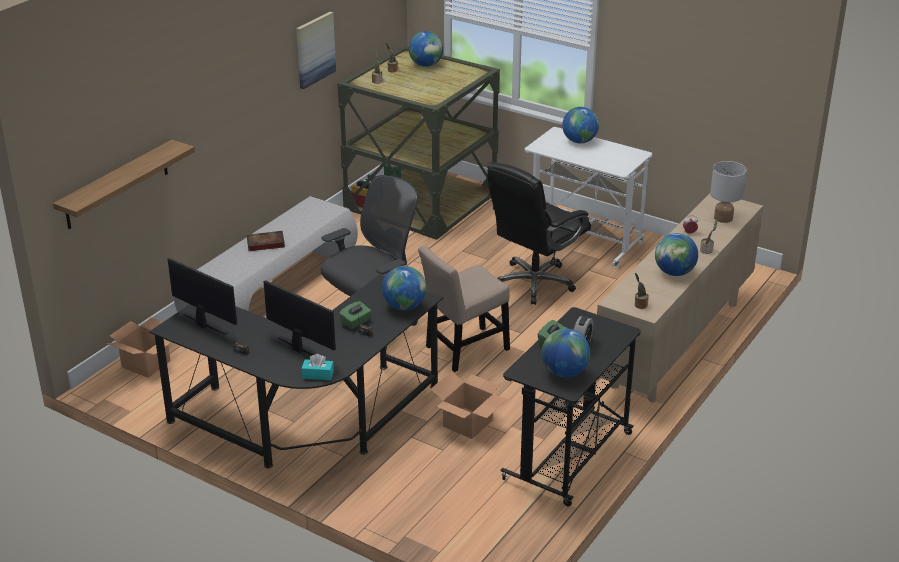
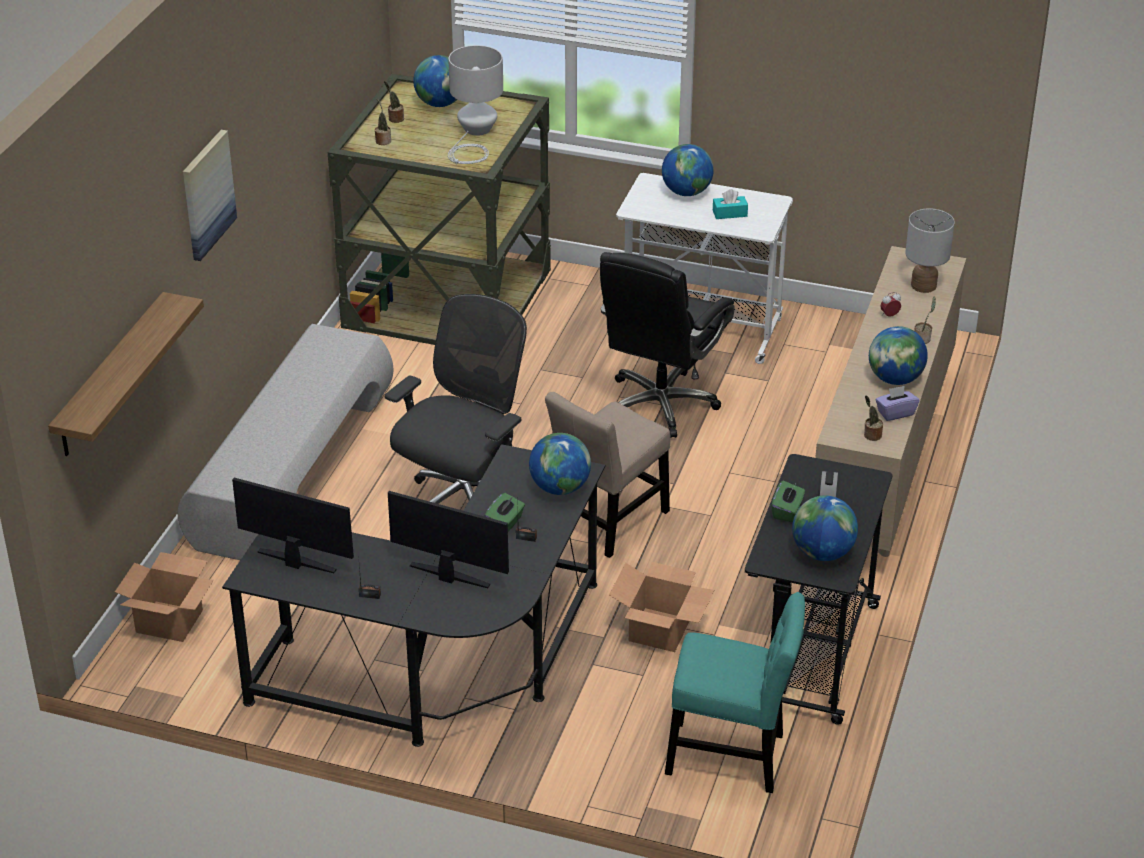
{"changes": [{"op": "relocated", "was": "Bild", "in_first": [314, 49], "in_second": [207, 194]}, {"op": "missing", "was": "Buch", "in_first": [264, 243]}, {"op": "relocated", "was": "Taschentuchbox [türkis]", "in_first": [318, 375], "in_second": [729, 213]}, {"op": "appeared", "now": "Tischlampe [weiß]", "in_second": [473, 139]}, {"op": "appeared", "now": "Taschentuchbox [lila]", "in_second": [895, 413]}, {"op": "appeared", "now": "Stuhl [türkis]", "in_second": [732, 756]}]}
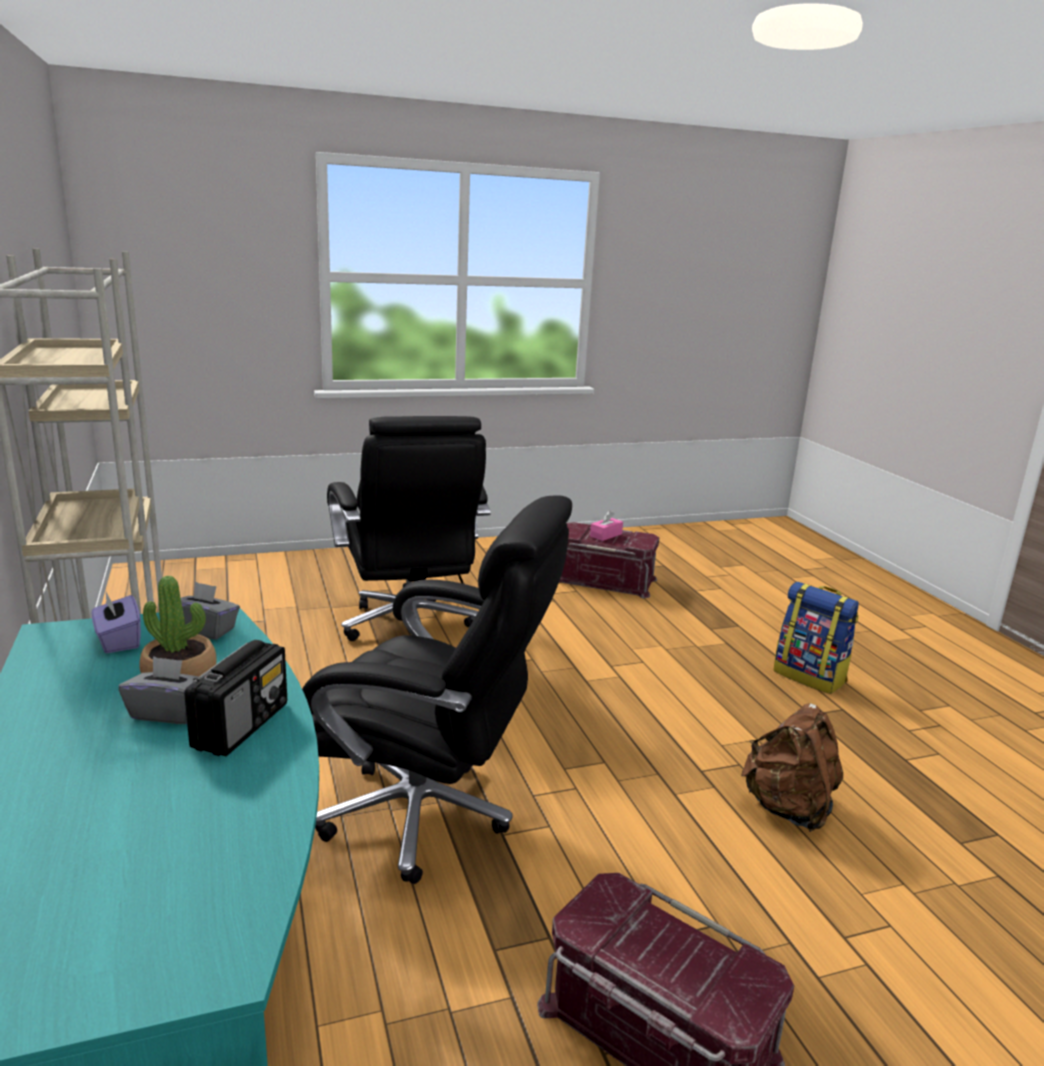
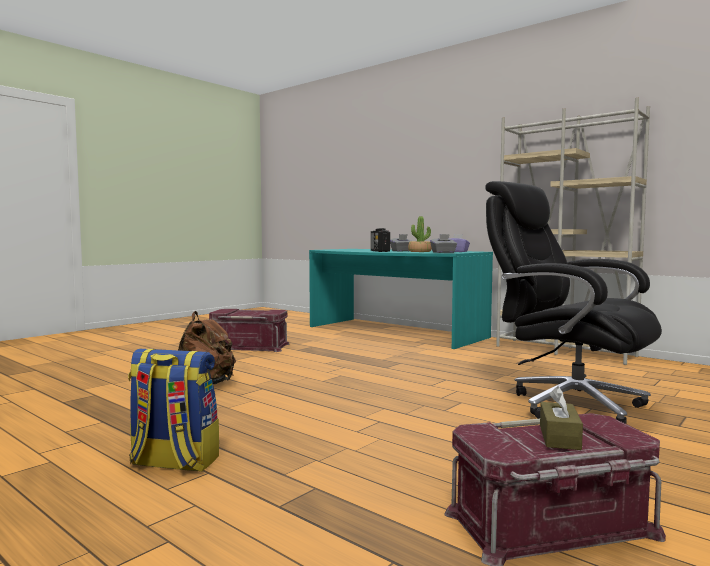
{"changes": [{"op": "missing", "was": "Bürostuhl [schwarz]", "in_first": [428, 818]}, {"op": "colour", "was": "Taschentuchbox [rosa]", "now": "Taschentuchbox [braun]", "in_first": [606, 535], "in_second": [559, 437]}]}
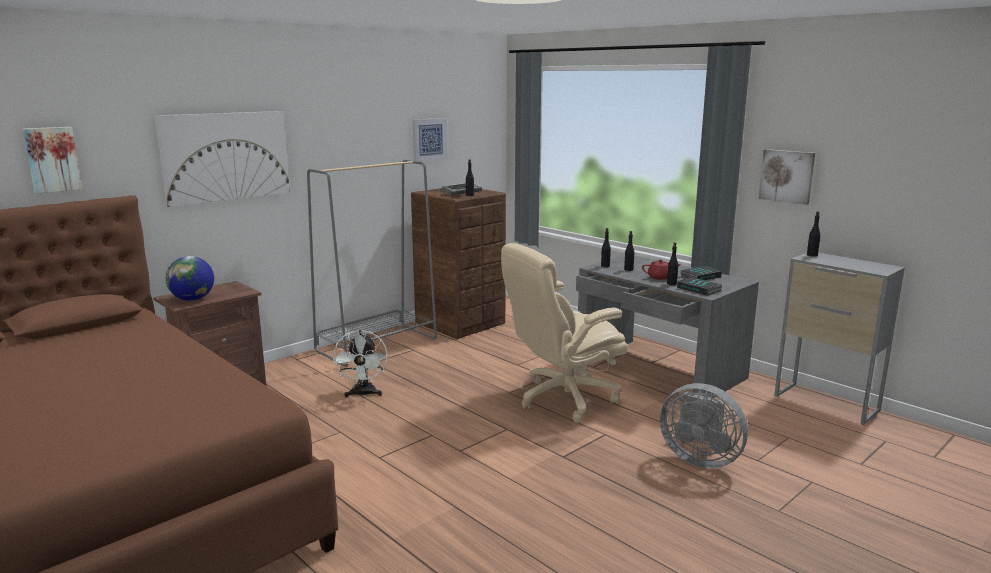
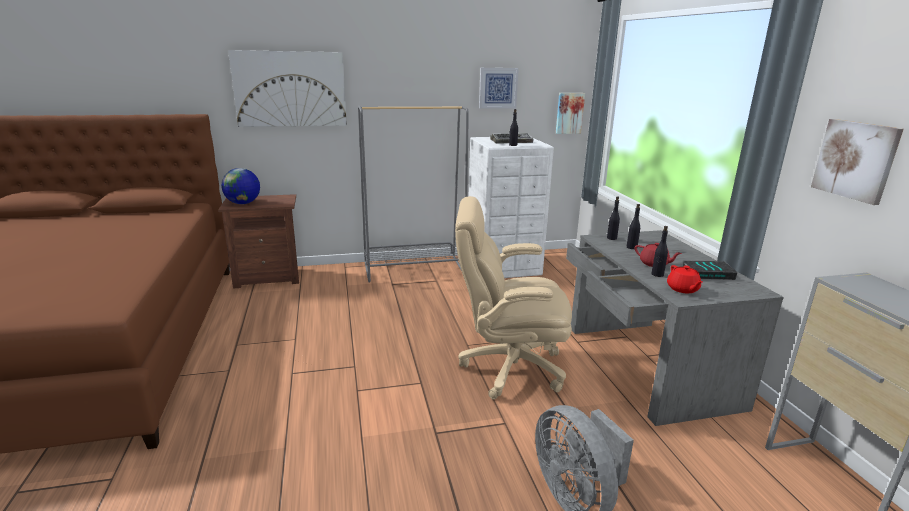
{"changes": [{"op": "relocated", "was": "Bild", "in_first": [52, 159], "in_second": [569, 113]}, {"op": "colour", "was": "Kommode [braun]", "now": "Kommode [weiß]", "in_first": [460, 323], "in_second": [503, 266]}, {"op": "missing", "was": "Flasche [schwarz]", "in_first": [812, 255]}, {"op": "exchanged", "was": "Buch", "now": "Teekanne [rot]", "in_first": [699, 289], "in_second": [682, 289]}, {"op": "missing", "was": "Ventilator [weiß]", "in_first": [363, 394]}]}
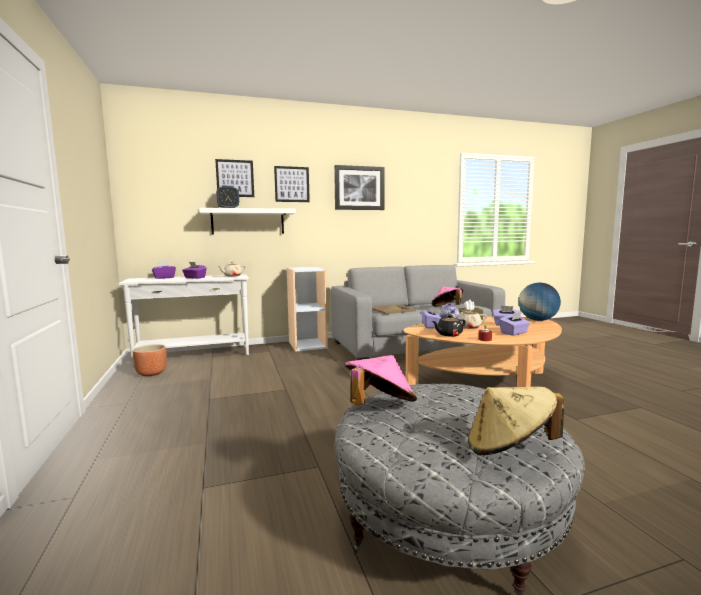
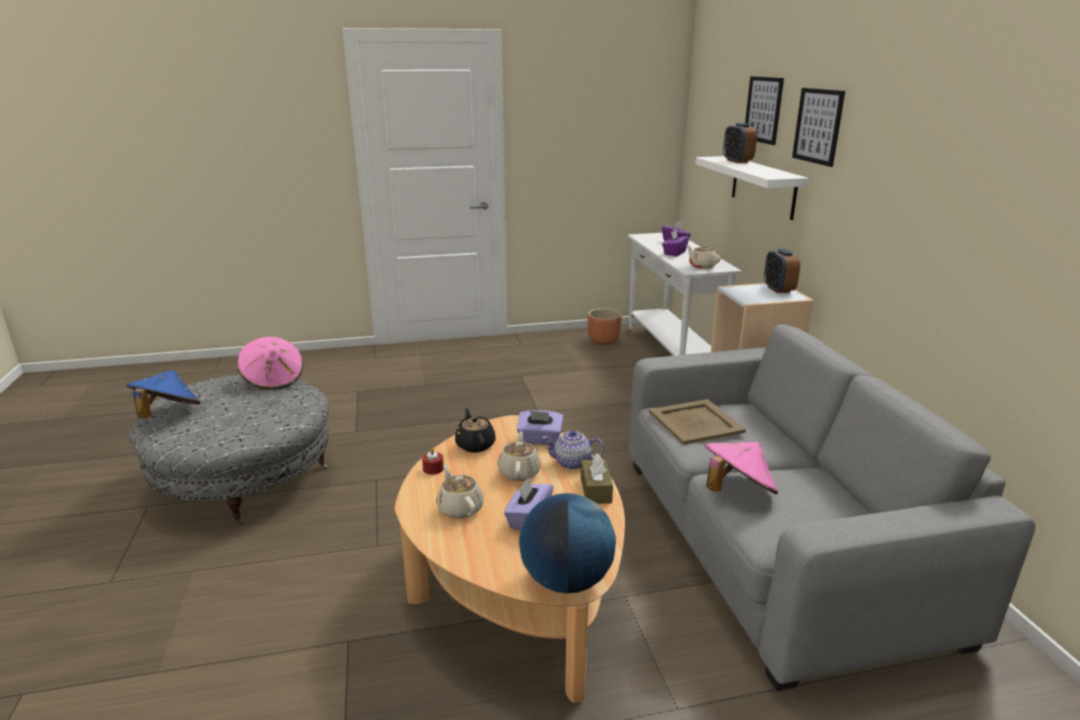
{"changes": [{"op": "missing", "was": "Bild", "in_first": [359, 188]}, {"op": "exchanged", "was": "Taschentuchbox [lila]", "now": "Teekanne [beige]", "in_first": [514, 333], "in_second": [460, 508]}, {"op": "colour", "was": "Hut [beige]", "now": "Hut [blau]", "in_first": [509, 448], "in_second": [168, 414]}, {"op": "appeared", "now": "Wecker", "in_second": [778, 289]}]}
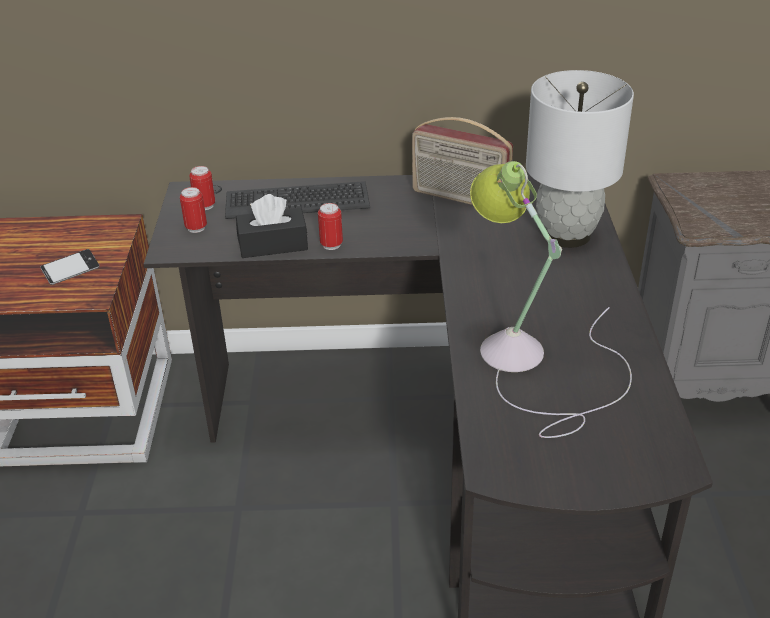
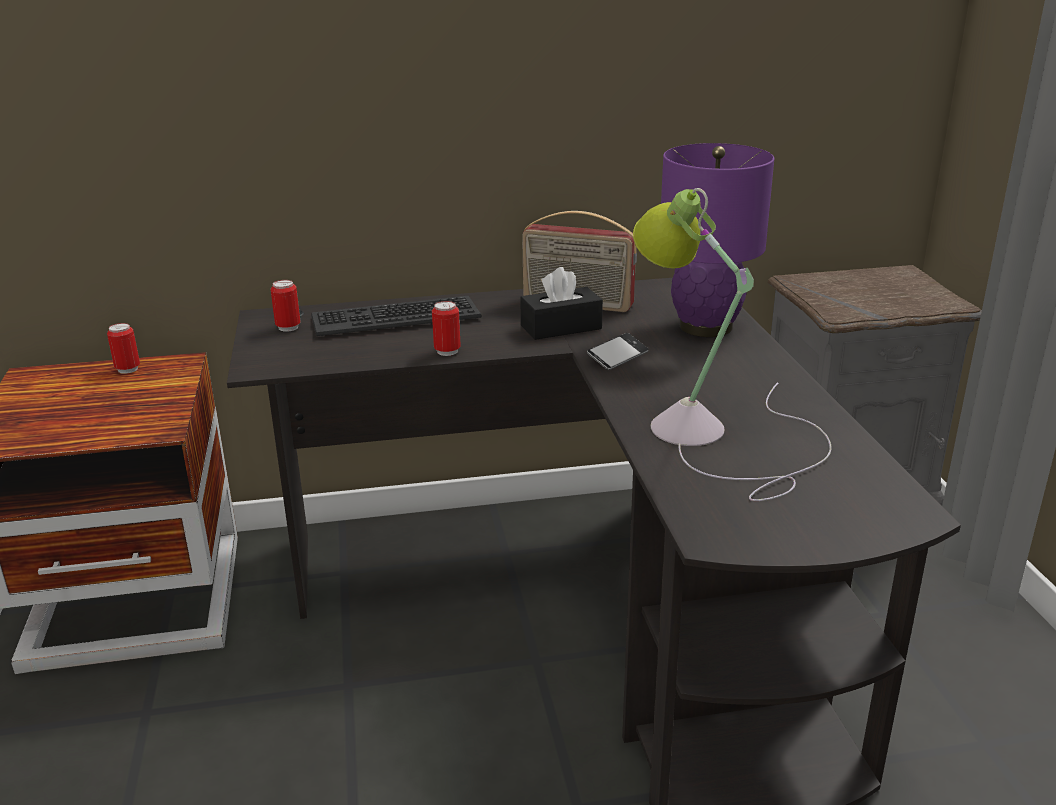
{"changes": [{"op": "colour", "was": "Tischlampe [weiß]", "now": "Tischlampe [lila]", "in_first": [566, 234], "in_second": [705, 327]}, {"op": "relocated", "was": "Dose", "in_first": [196, 228], "in_second": [128, 369]}, {"op": "relocated", "was": "Taschentuchbox [schwarz]", "in_first": [273, 245], "in_second": [561, 327]}, {"op": "relocated", "was": "Handy", "in_first": [71, 271], "in_second": [617, 357]}]}
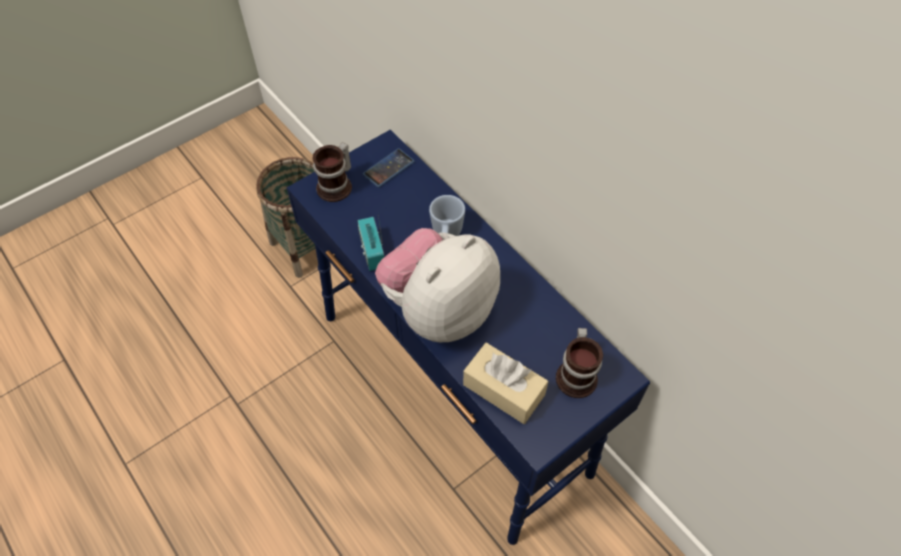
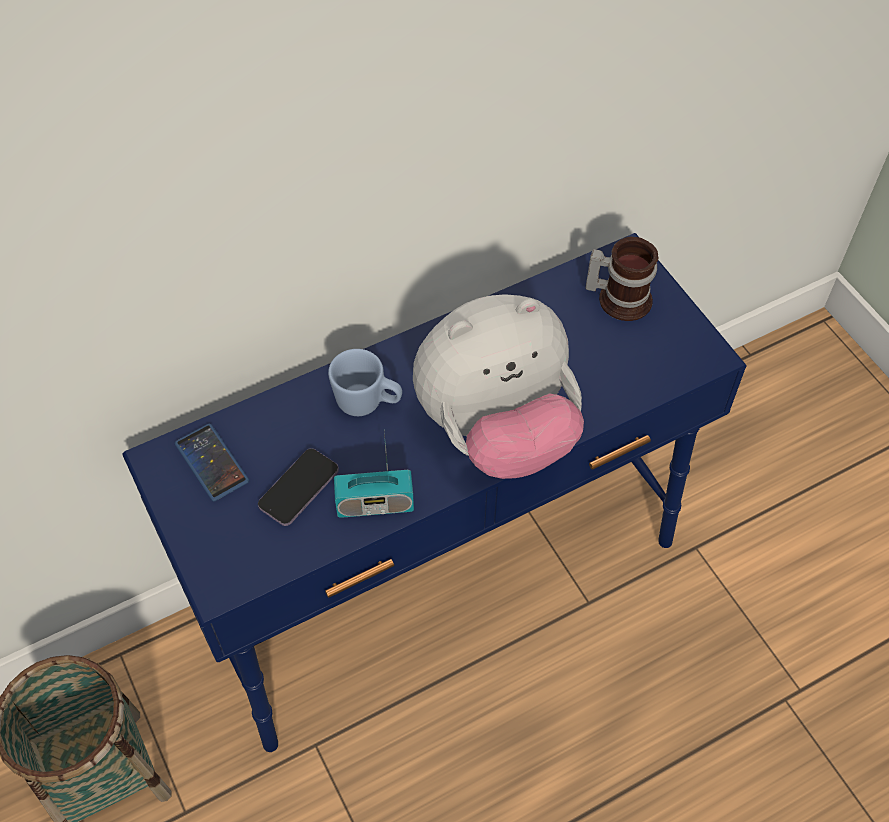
{"changes": [{"op": "missing", "was": "Henkelbecher", "in_first": [338, 186]}, {"op": "spun", "was": "Plüschtier", "in_first": [439, 309], "in_second": [497, 430], "clockwise": -75}, {"op": "missing", "was": "Taschentuchbox [beige]", "in_first": [503, 390]}, {"op": "appeared", "now": "Handy", "in_second": [299, 488]}]}
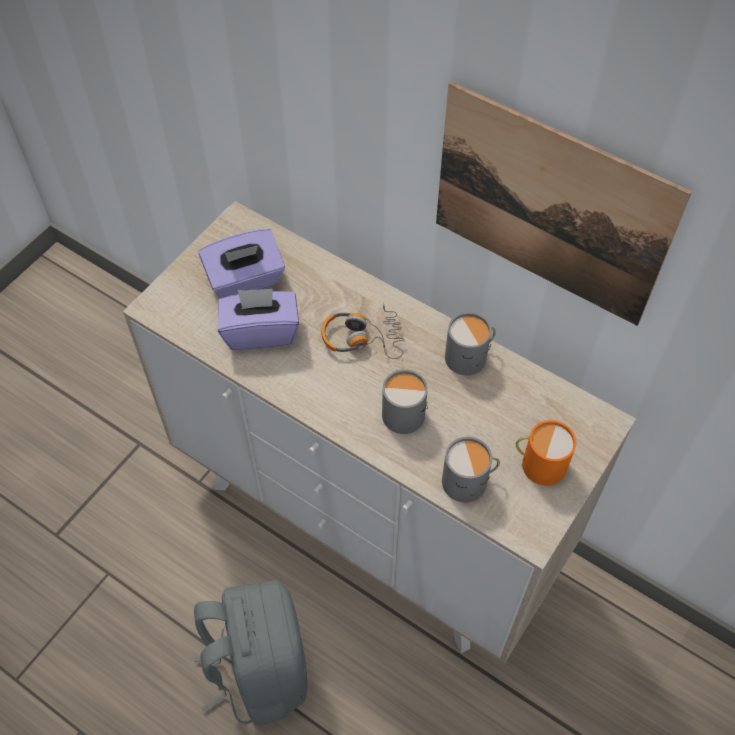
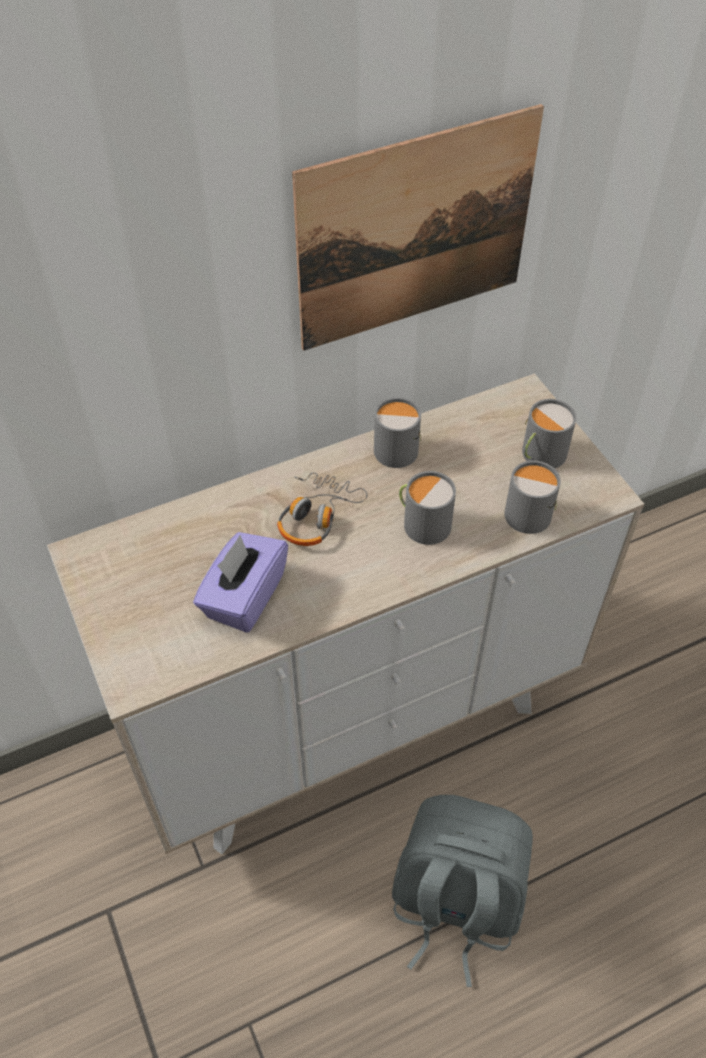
{"changes": [{"op": "missing", "was": "Taschentuchbox [lila]", "in_first": [245, 280]}, {"op": "colour", "was": "Henkelbecher [orange]", "now": "Henkelbecher [grau]", "in_first": [539, 463], "in_second": [540, 454]}]}
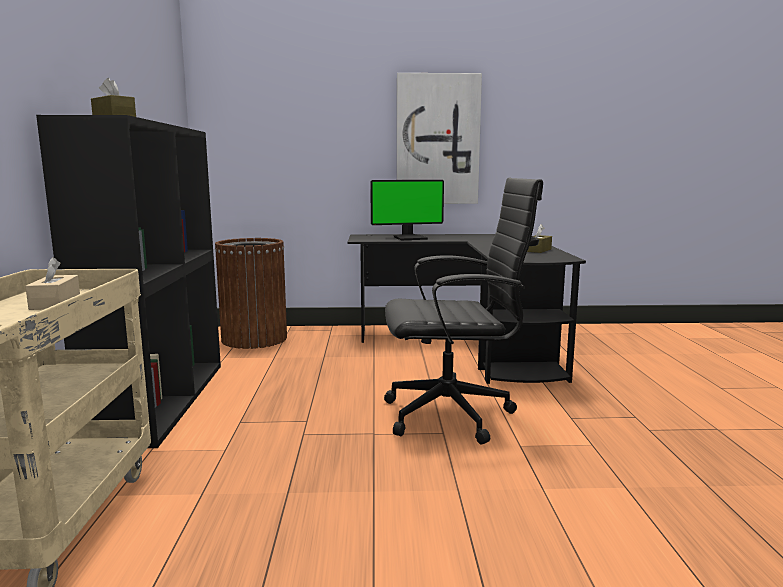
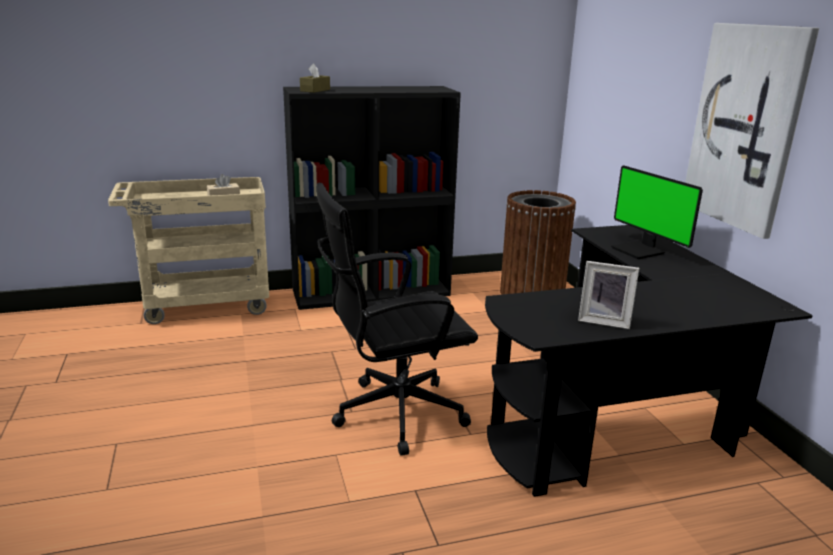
{"changes": [{"op": "spun", "was": "Bürostuhl [schwarz]", "in_first": [454, 415], "in_second": [393, 415], "clockwise": 90}, {"op": "exchanged", "was": "Taschentuchbox [braun]", "now": "Bilderrahmen", "in_first": [538, 250], "in_second": [604, 321]}]}
